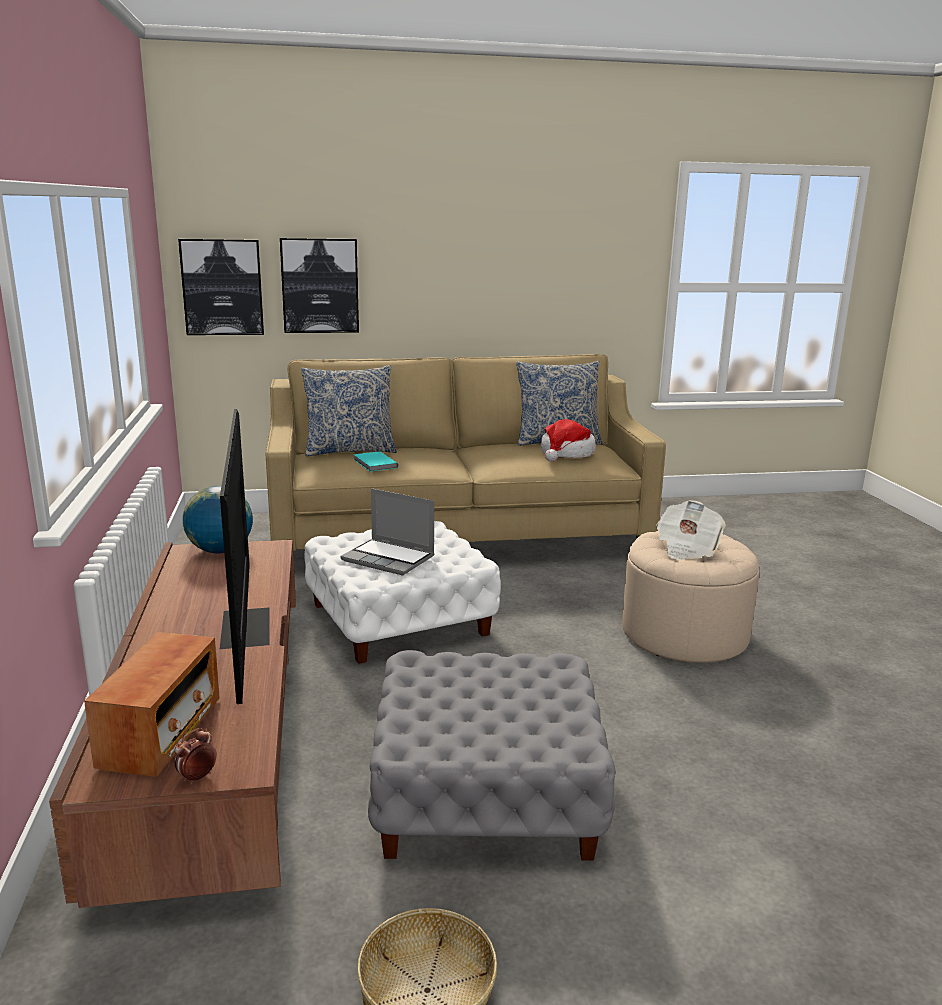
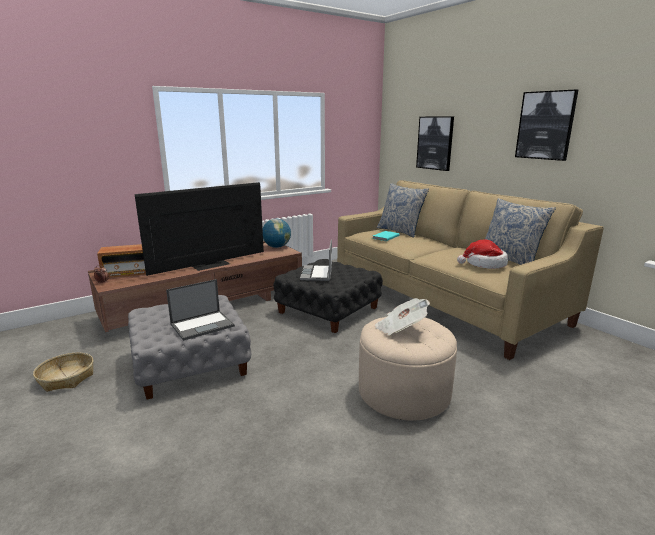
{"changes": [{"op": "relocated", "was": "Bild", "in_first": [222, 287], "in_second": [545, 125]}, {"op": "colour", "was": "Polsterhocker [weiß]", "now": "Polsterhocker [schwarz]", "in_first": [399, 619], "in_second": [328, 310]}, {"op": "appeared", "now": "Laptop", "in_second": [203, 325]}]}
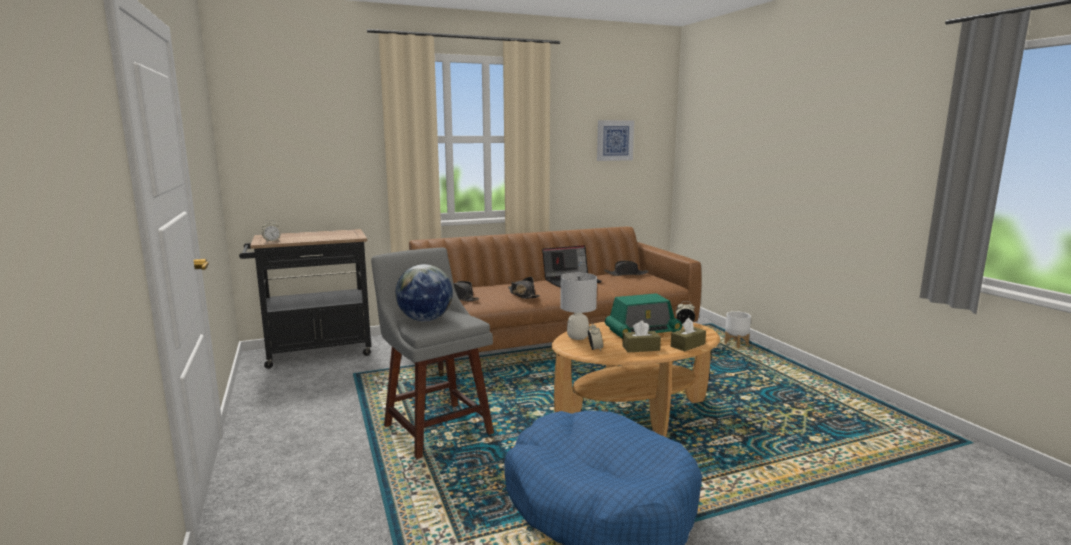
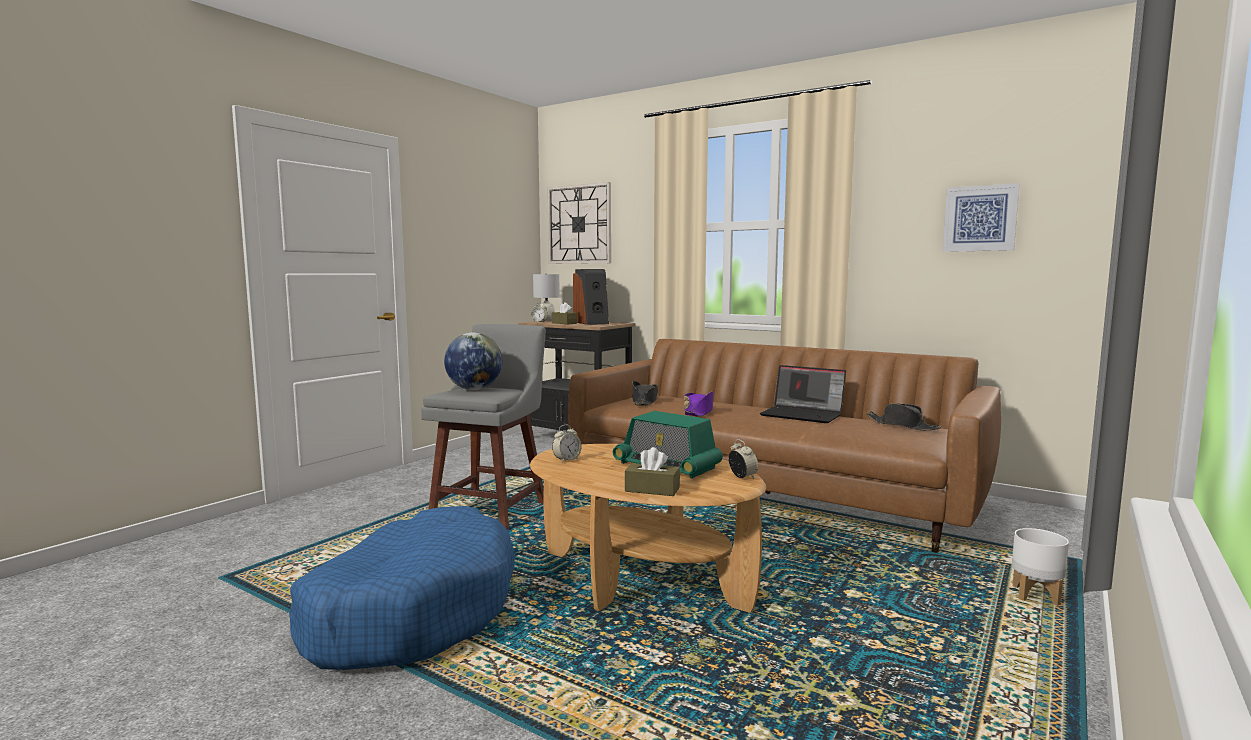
{"changes": [{"op": "relocated", "was": "Tischlampe [grau]", "in_first": [577, 338], "in_second": [546, 320]}, {"op": "colour", "was": "Hut [schwarz]", "now": "Hut [lila]", "in_first": [522, 295], "in_second": [698, 412]}, {"op": "relocated", "was": "Taschentuchbox [braun]", "in_first": [641, 348], "in_second": [564, 323]}, {"op": "appeared", "now": "Wanduhr", "in_second": [579, 224]}, {"op": "appeared", "now": "Lautsprecher", "in_second": [591, 323]}]}
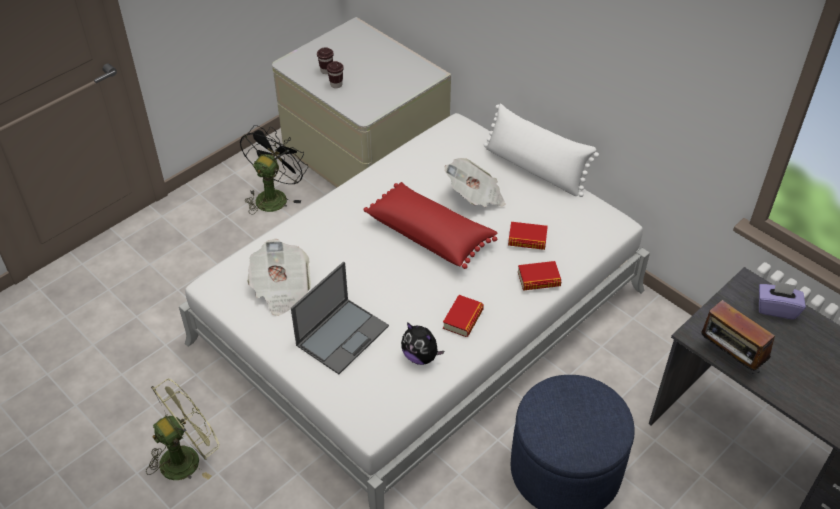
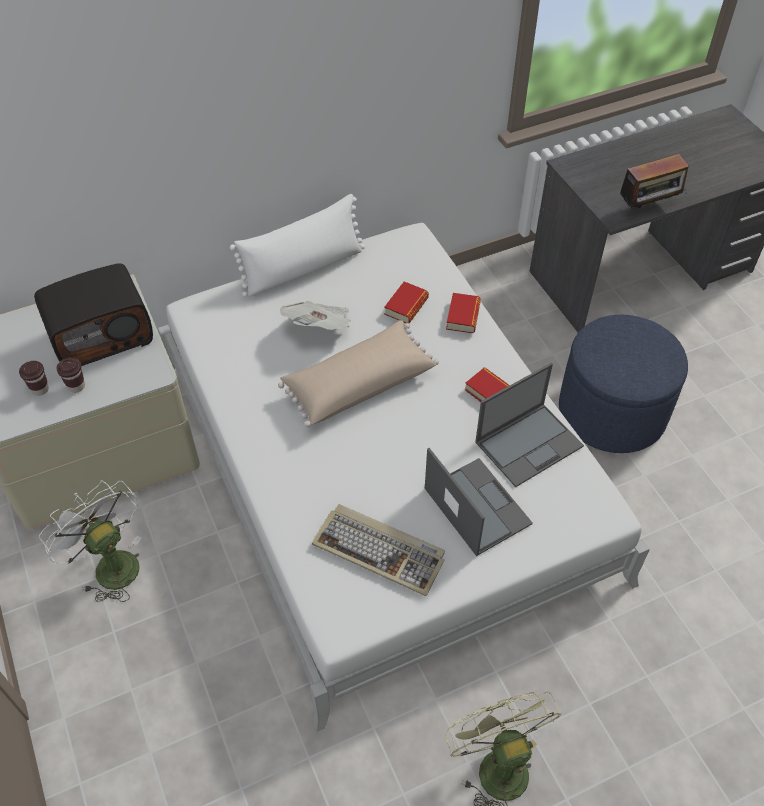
{"changes": [{"op": "colour", "was": "Ventilator [schwarz]", "now": "Ventilator [weiß]", "in_first": [274, 196], "in_second": [109, 564]}, {"op": "colour", "was": "Kissen [rot]", "now": "Kissen [beige]", "in_first": [430, 234], "in_second": [358, 383]}, {"op": "exchanged", "was": "Zeitung", "now": "Tastatur", "in_first": [281, 289], "in_second": [380, 551]}, {"op": "missing", "was": "Taschentuchbox [lila]", "in_first": [776, 308]}, {"op": "exchanged", "was": "Plüschtier", "now": "Laptop", "in_first": [421, 356], "in_second": [529, 443]}, {"op": "appeared", "now": "Radio", "in_second": [102, 335]}]}
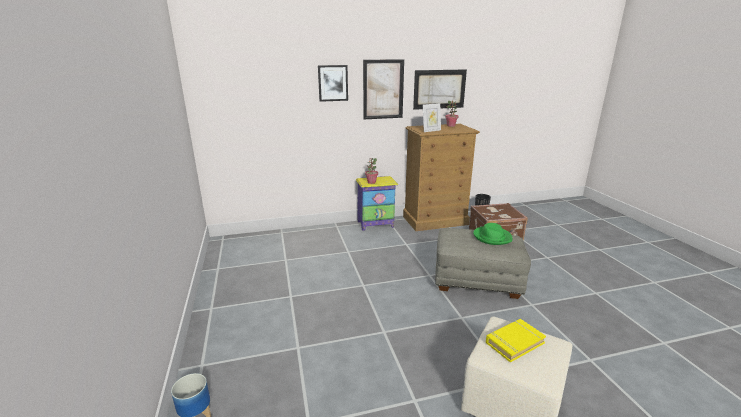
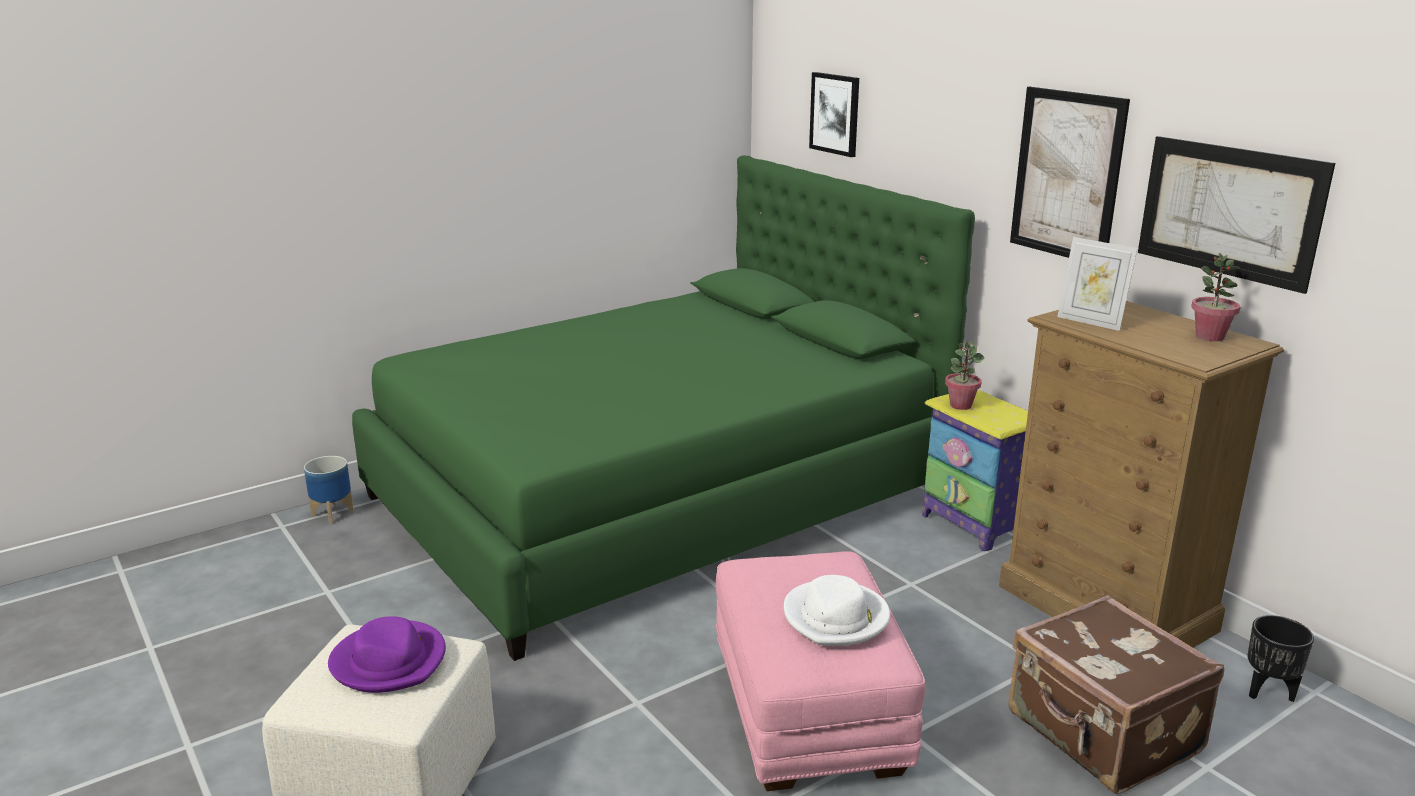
{"changes": [{"op": "relocated", "was": "Bild", "in_first": [333, 83], "in_second": [835, 114]}, {"op": "colour", "was": "Hut [grün]", "now": "Hut [weiß]", "in_first": [492, 237], "in_second": [836, 618]}, {"op": "colour", "was": "Polsterhocker [grau]", "now": "Polsterhocker [rosa]", "in_first": [476, 281], "in_second": [806, 713]}, {"op": "exchanged", "was": "Buch [gelb]", "now": "Hut [lila]", "in_first": [514, 342], "in_second": [389, 661]}, {"op": "appeared", "now": "Bett [grün]", "in_second": [659, 496]}]}
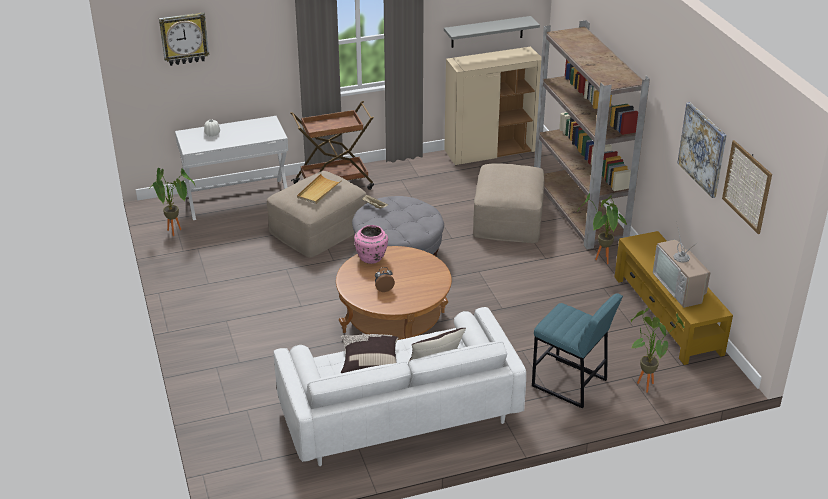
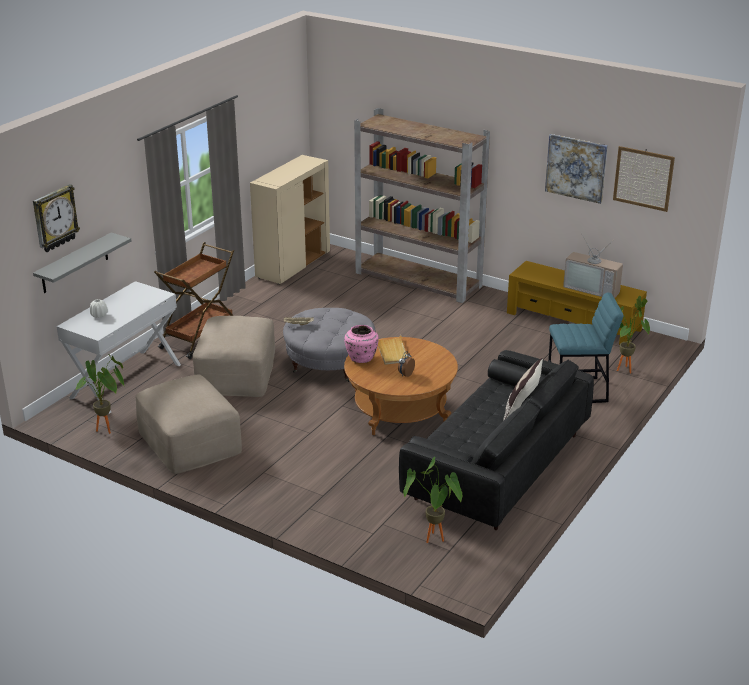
{"changes": [{"op": "relocated", "was": "Wandregal [grau]", "in_first": [487, 32], "in_second": [74, 263]}, {"op": "relocated", "was": "Polsterhocker [beige]", "in_first": [508, 218], "in_second": [189, 441]}, {"op": "relocated", "was": "Tablett [beige]", "in_first": [319, 191], "in_second": [392, 352]}, {"op": "relocated", "was": "Topfpflanze", "in_first": [600, 261], "in_second": [434, 542]}, {"op": "colour", "was": "Sofa [weiß]", "now": "Sofa [schwarz]", "in_first": [398, 413], "in_second": [497, 466]}, {"op": "missing", "was": "Kissen", "in_first": [370, 362]}]}
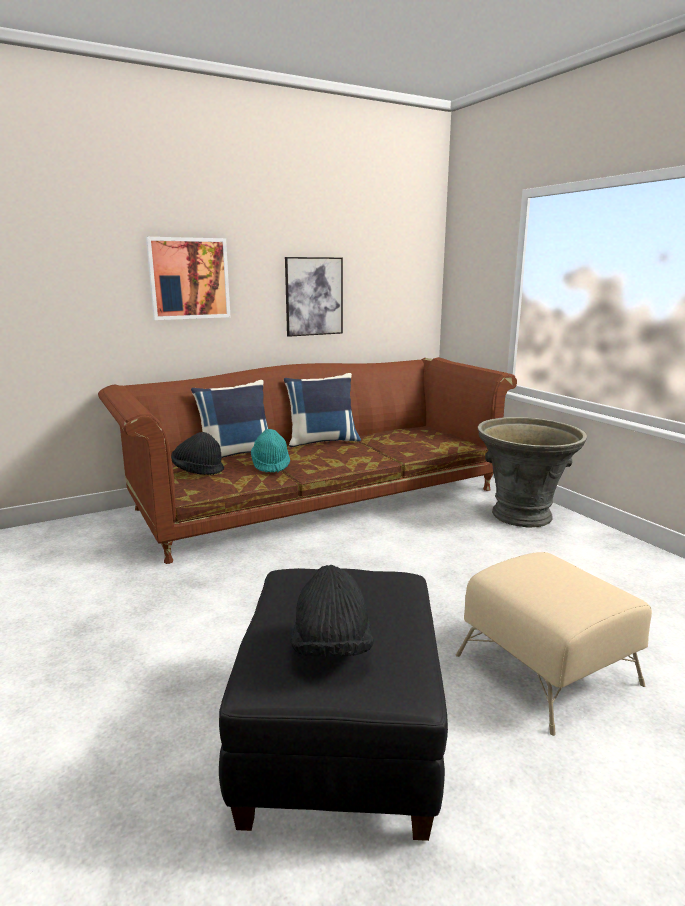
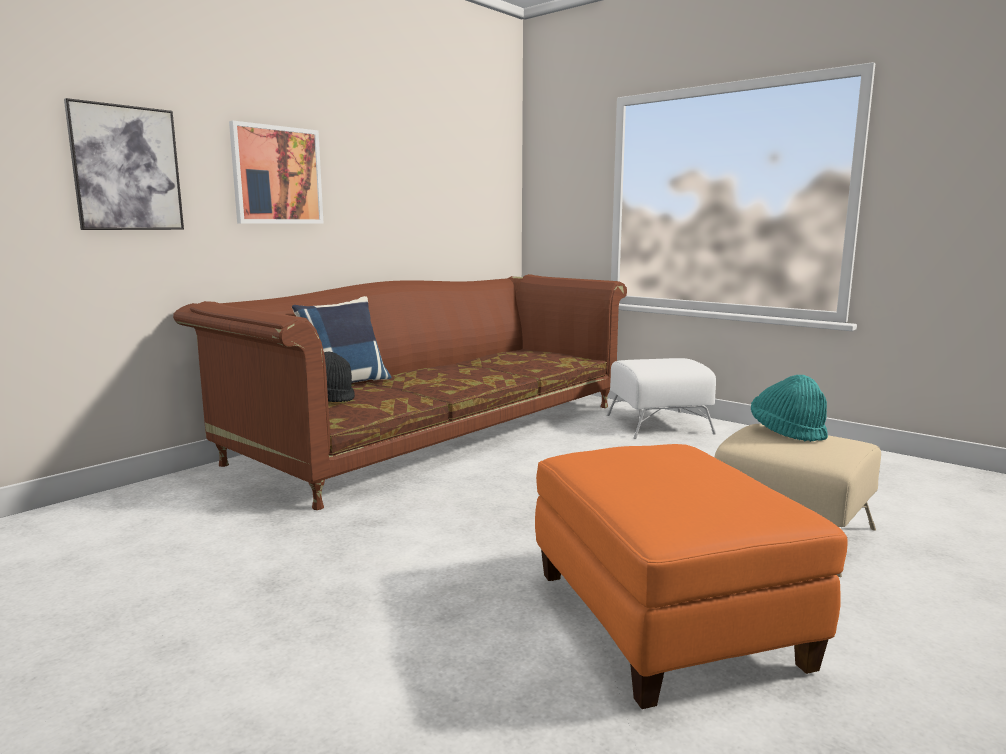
{"changes": [{"op": "relocated", "was": "Bild", "in_first": [314, 296], "in_second": [126, 168]}, {"op": "missing", "was": "Kissen [blau]", "in_first": [322, 441]}, {"op": "exchanged", "was": "Pflanzkübel [grau]", "now": "Polsterhocker [weiß]", "in_first": [522, 516], "in_second": [657, 424]}, {"op": "relocated", "was": "Hut [türkis]", "in_first": [270, 465], "in_second": [787, 432]}, {"op": "missing", "was": "Hut [schwarz]", "in_first": [331, 649]}, {"op": "colour", "was": "Polsterhocker [schwarz]", "now": "Polsterhocker [orange]", "in_first": [339, 738], "in_second": [663, 619]}]}
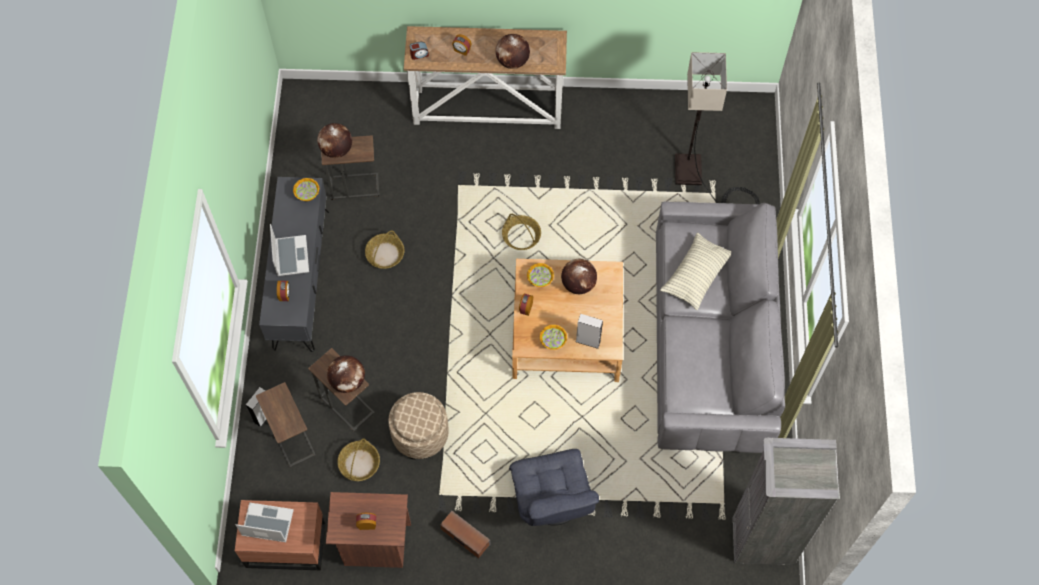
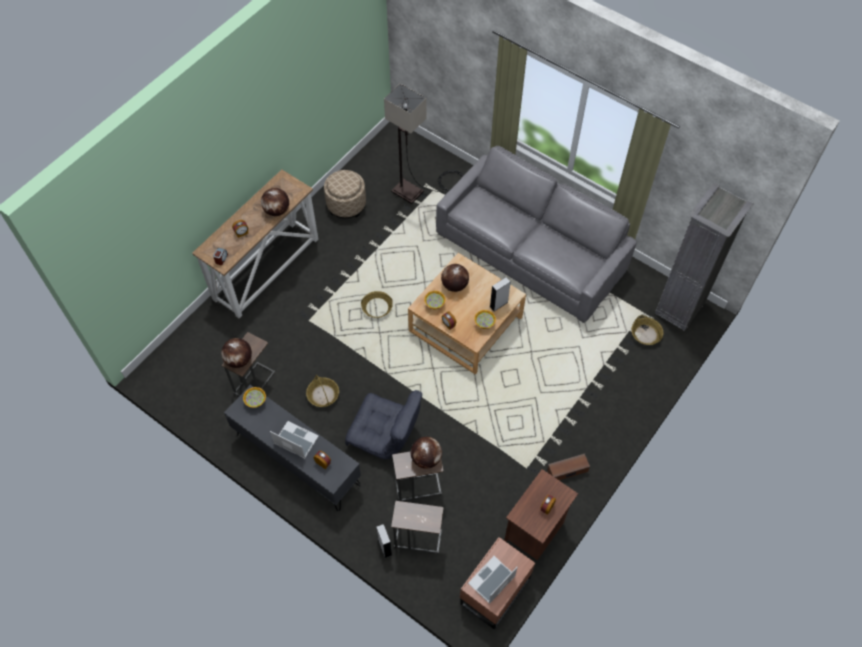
{"changes": [{"op": "missing", "was": "Kissen", "in_first": [695, 276]}, {"op": "relocated", "was": "Polsterhocker [beige]", "in_first": [420, 434], "in_second": [346, 204]}, {"op": "relocated", "was": "Korb", "in_first": [359, 464], "in_second": [646, 334]}, {"op": "relocated", "was": "Sessel [grau]", "in_first": [552, 500], "in_second": [385, 435]}]}
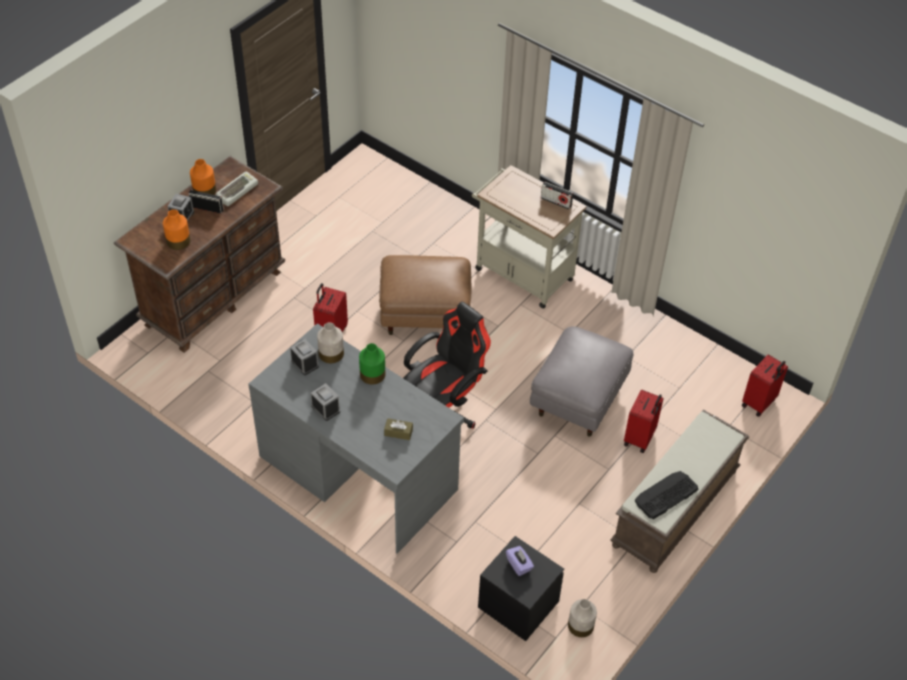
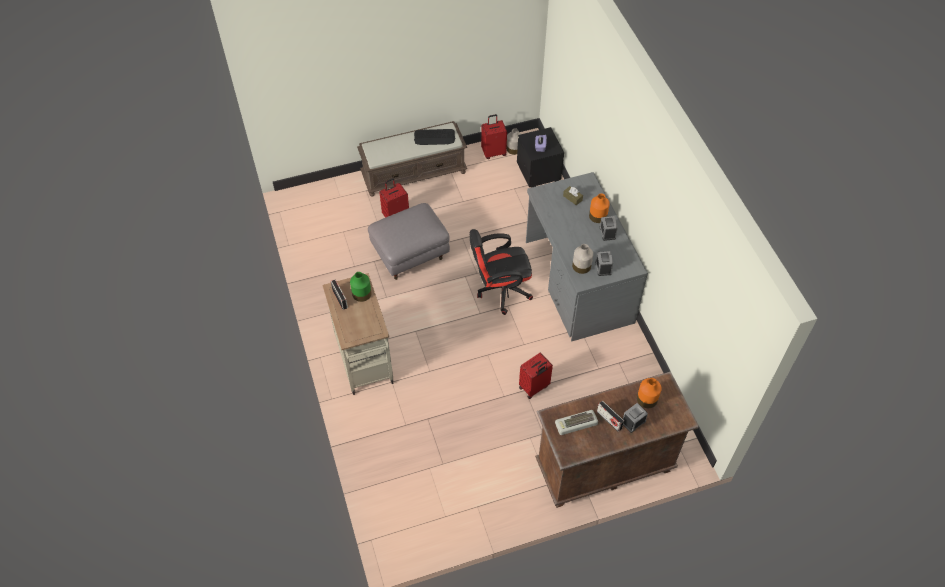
{"changes": [{"op": "relocated", "was": "Vase [orange]", "in_first": [204, 190], "in_second": [597, 216]}, {"op": "missing", "was": "Polsterhocker [braun]", "in_first": [425, 315]}, {"op": "relocated", "was": "Vase [grün]", "in_first": [372, 374], "in_second": [361, 293]}, {"op": "relocated", "was": "Koffer [rot]", "in_first": [759, 403], "in_second": [493, 152]}]}
